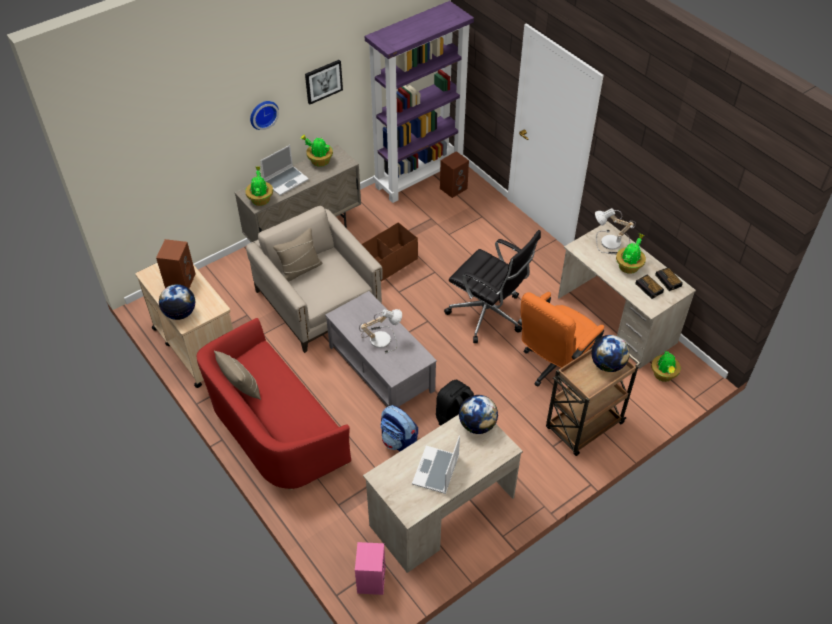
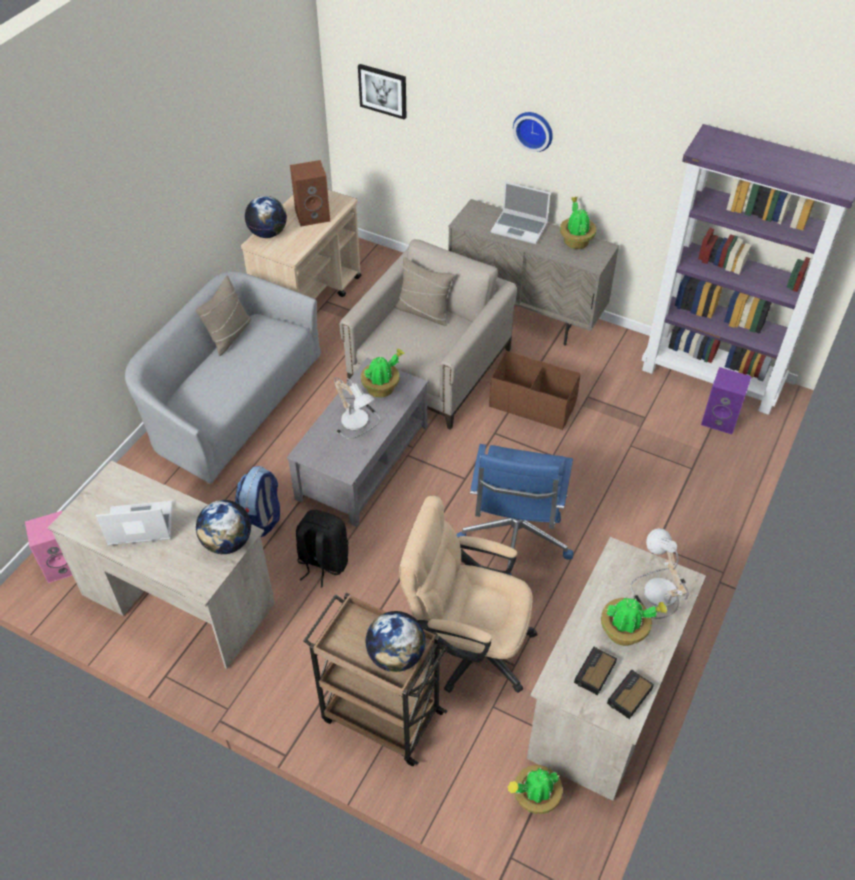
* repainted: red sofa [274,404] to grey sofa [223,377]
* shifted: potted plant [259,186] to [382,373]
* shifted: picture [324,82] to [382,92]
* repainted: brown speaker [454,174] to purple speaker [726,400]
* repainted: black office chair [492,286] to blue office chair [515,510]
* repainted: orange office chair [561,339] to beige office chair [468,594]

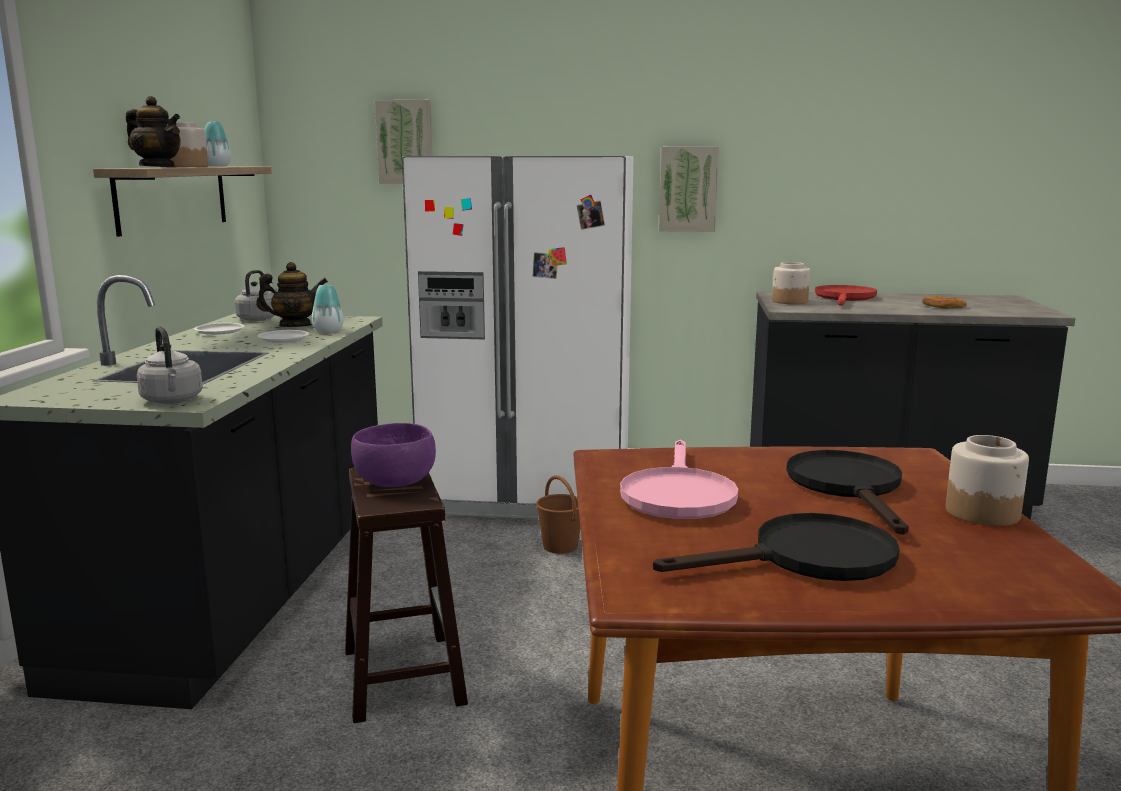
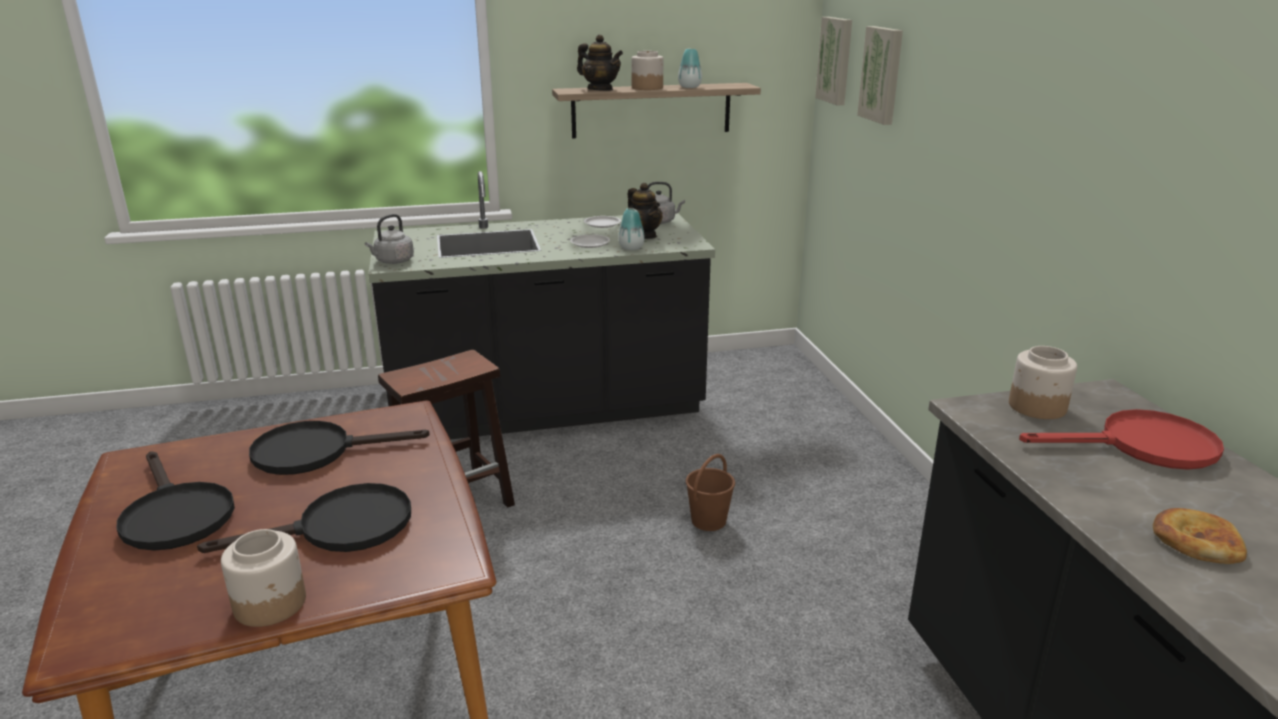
* rotated: teapot [153,131] = [600,62] 60 degrees counterclockwise
* gone: purple bowl [393,455]
* gone: white fridge [517,337]
* repainted: pink frying pan [679,479] to black frying pan [339,448]
* shifted: picture [689,189] to [833,61]

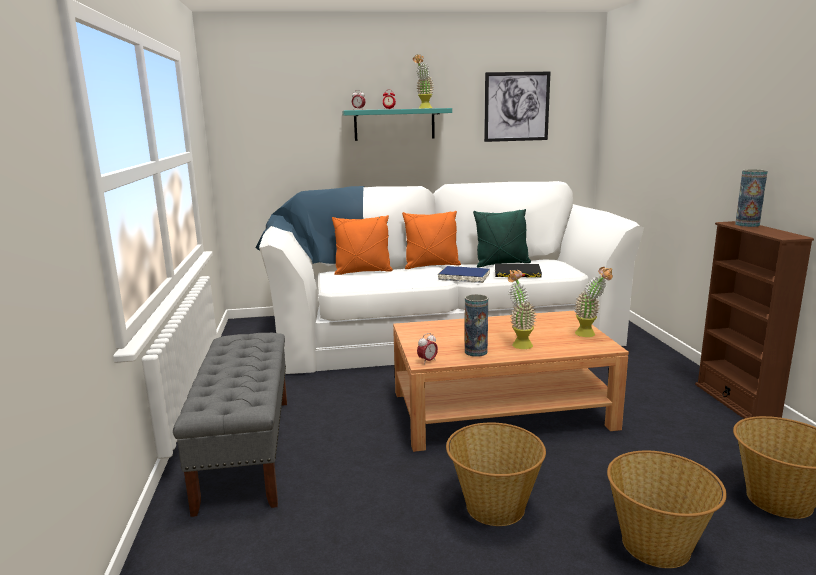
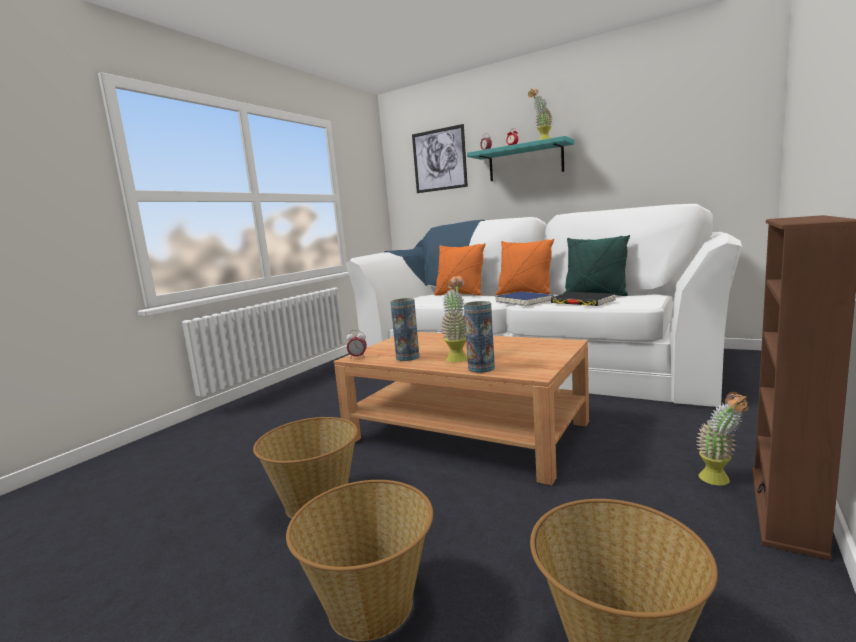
* gone: grey bench [230,425]
* shifted: picture [517,107] to [440,158]
* shifted: potted plant [594,302] to [723,438]
* shifted: vase [751,198] to [479,337]

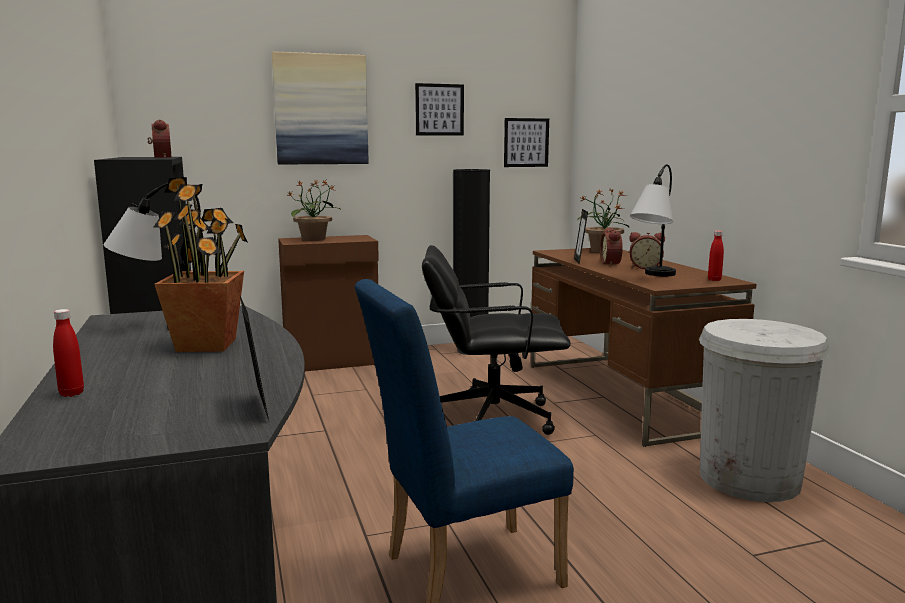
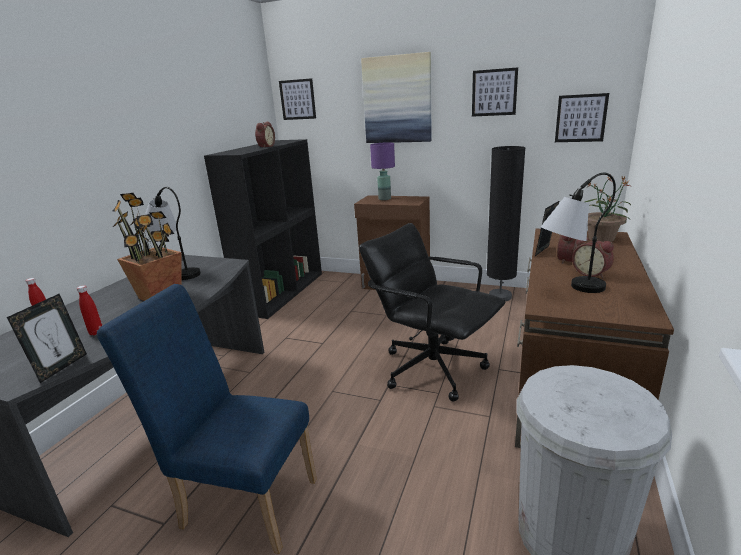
* swapped: potted plant [314,210] to purple table lamp [382,171]
* shifted: red bottle [716,256] to [89,310]
* new: picture [297,99]

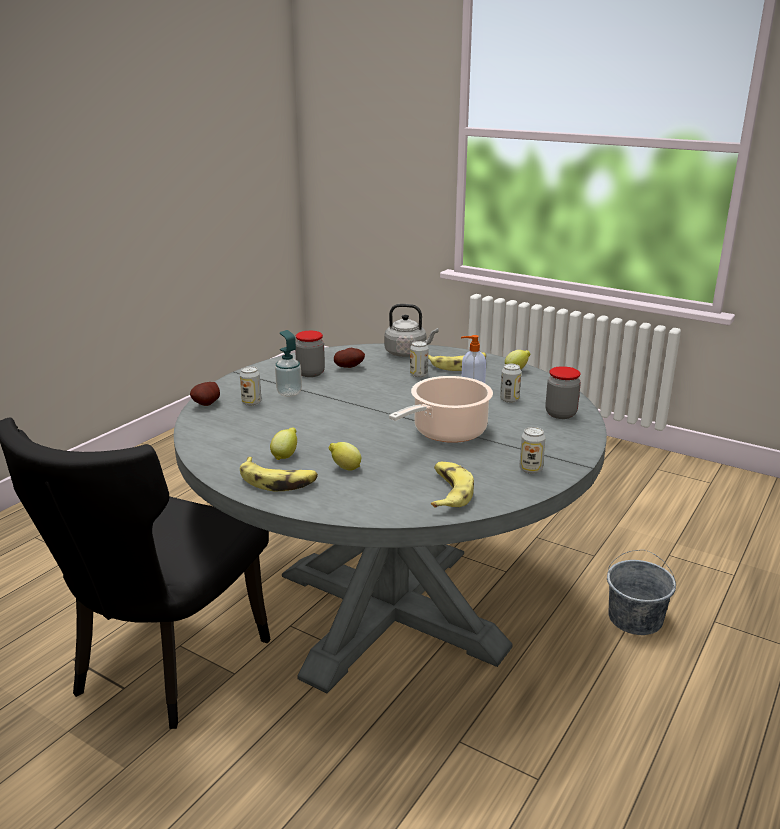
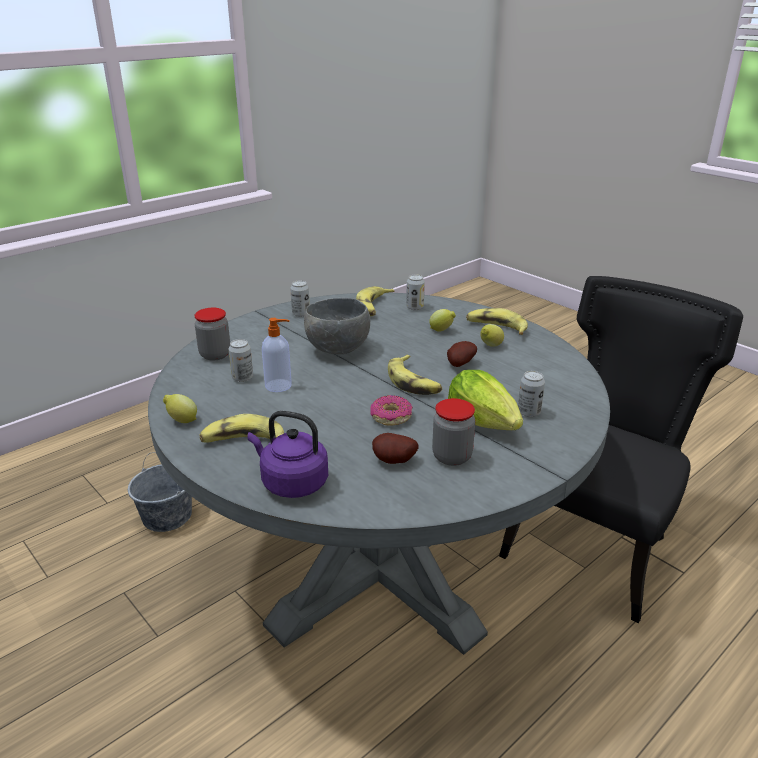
* shifted: potato [205,394] to [462,354]
* swapped: soap dispenser [288,363] to lettuce [485,400]
* repainted: grey kettle [411,330] to purple kettle [288,454]
* swapped: cooking pot [441,409] to grey bowl [337,326]
* shifted: can [419,359] to [415,292]
* new: donut [391,410]
* new: banana [415,375]

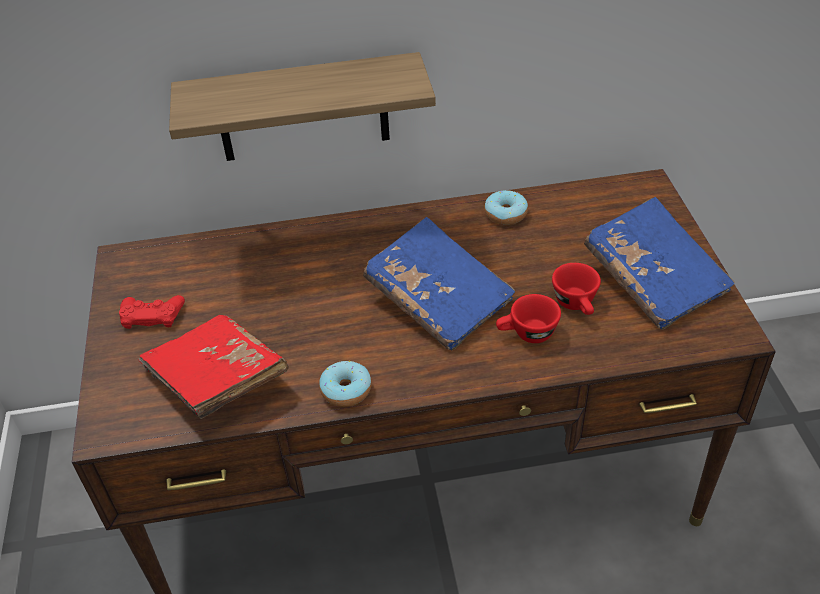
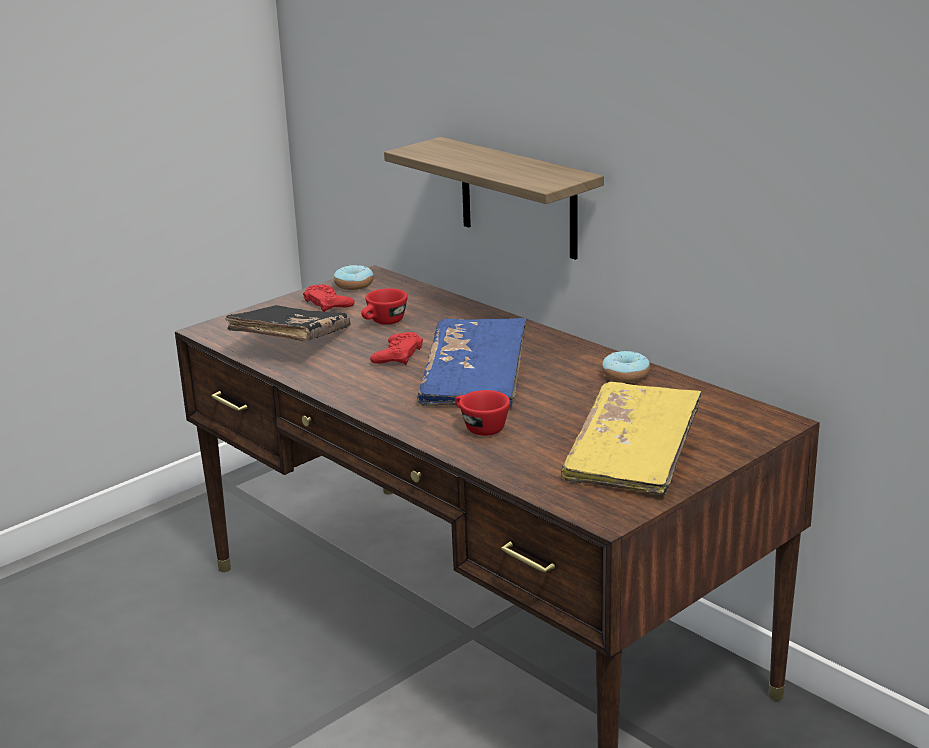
* repainted: red book [213,367] to black book [288,323]
* shifted: donut [345,384] to [353,277]
* shifted: red cup [576,289] to [384,306]
* repainted: blue book [659,263] to yellow book [631,438]
* new: red game controller [396,348]

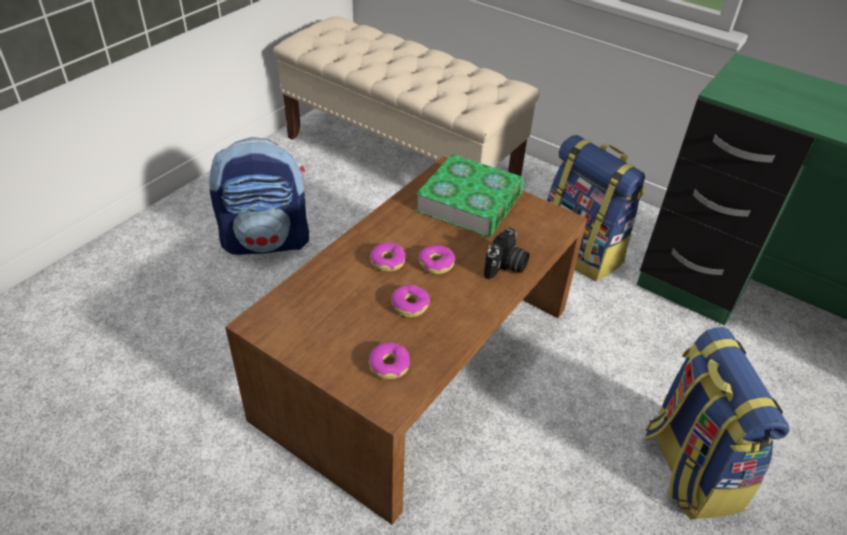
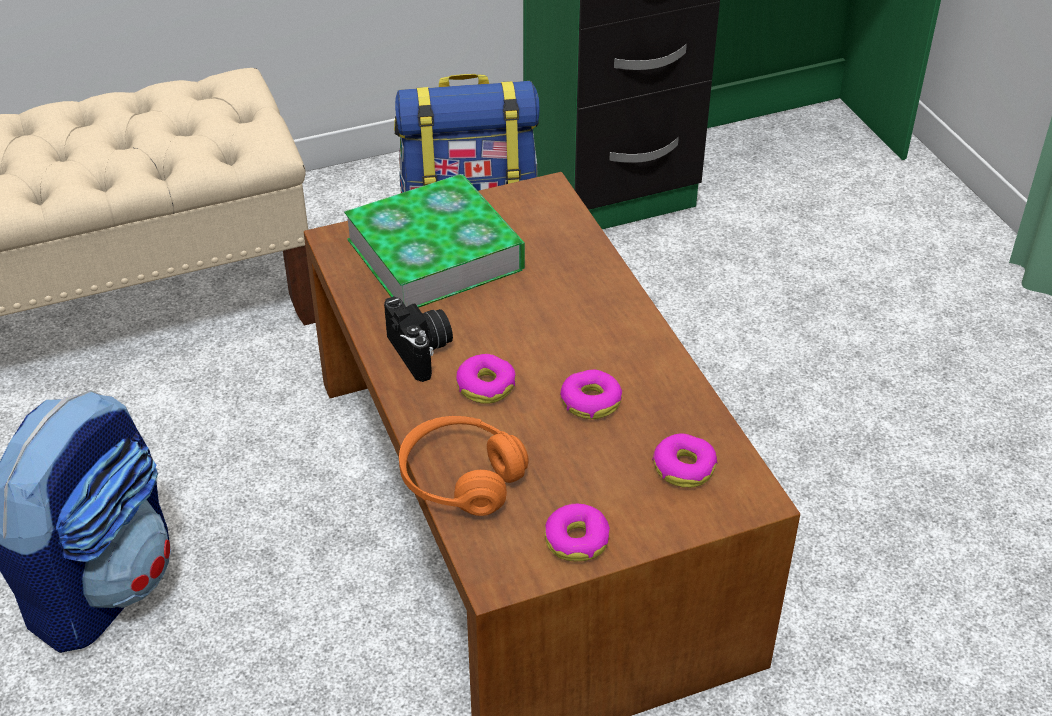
* shifted: donut [437,259] to [577,532]
* shifted: photo camera [507,253] to [418,339]
* gone: backpack [717,423]
* new: orange headphones [464,466]

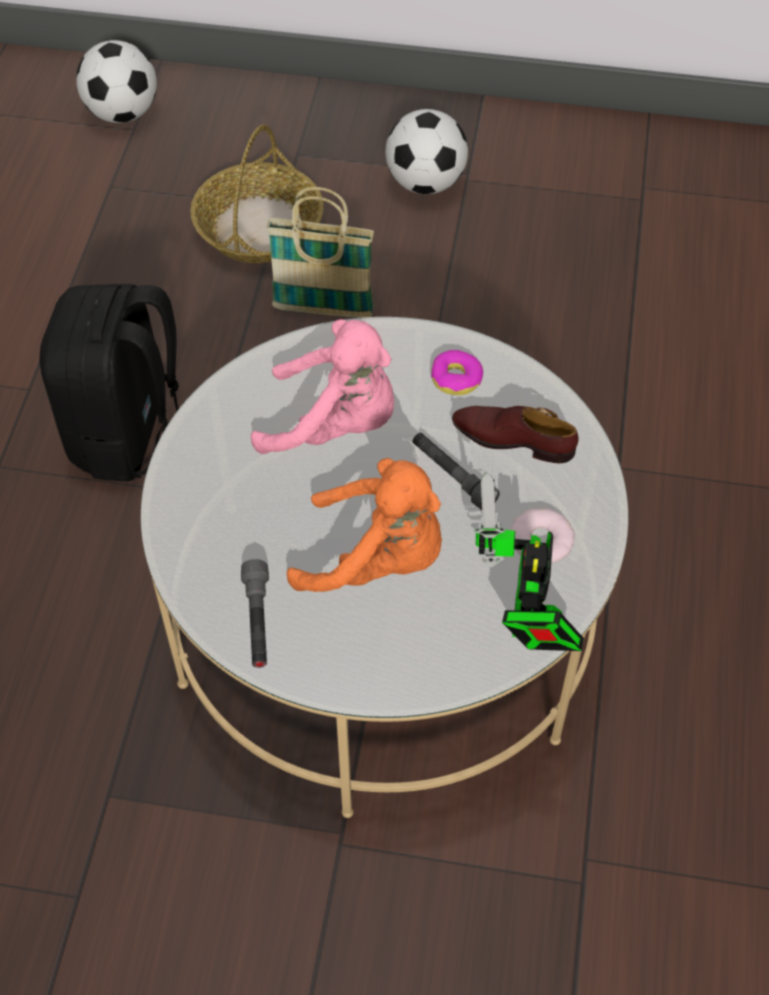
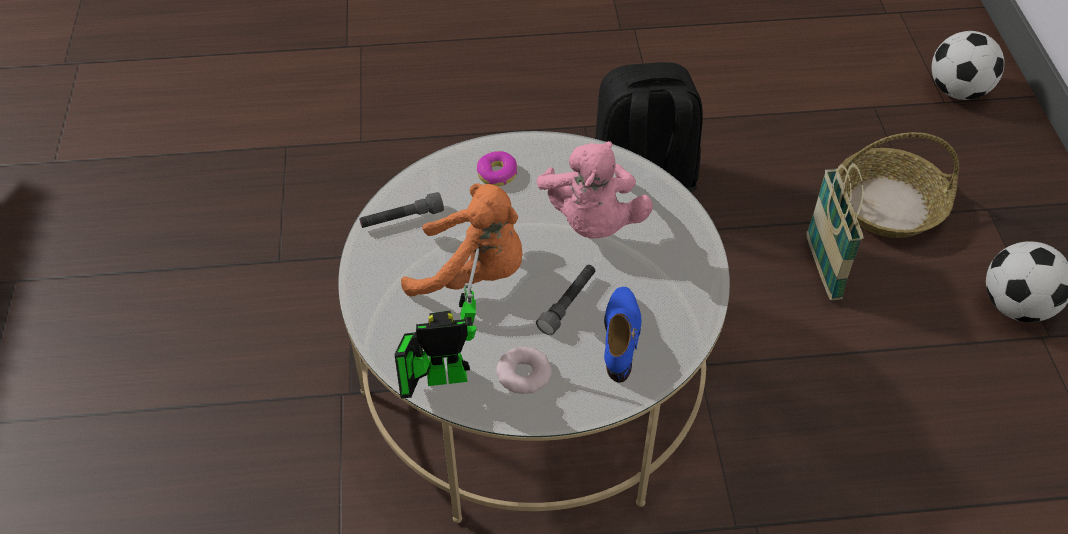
* rotated: orange plush toy [364,525] = [462,240] 75 degrees counterclockwise
* shifted: donut [457,372] to [497,168]
* repainted: brown shoe [515,434] to blue shoe [623,335]

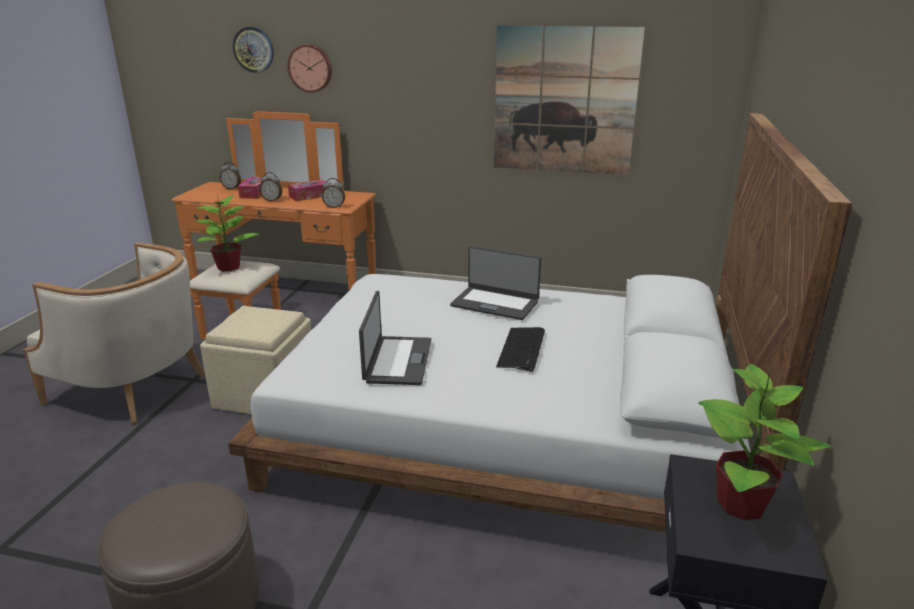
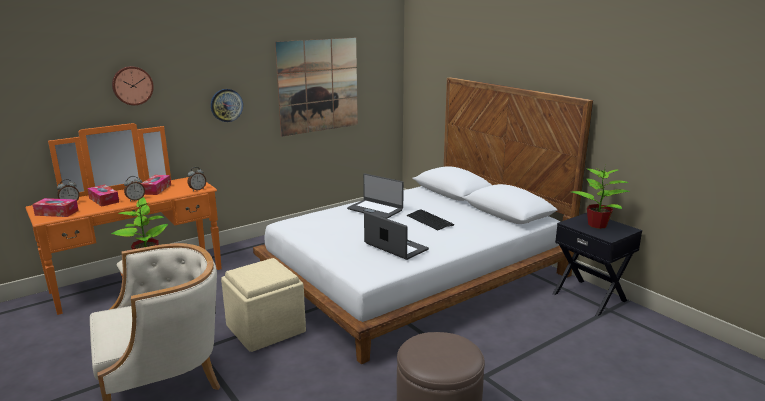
* shifted: wall clock [253,50] to [227,105]
* rotated: laptop [495,283] = [375,196] 60 degrees clockwise
* new: tissue box [55,207]

